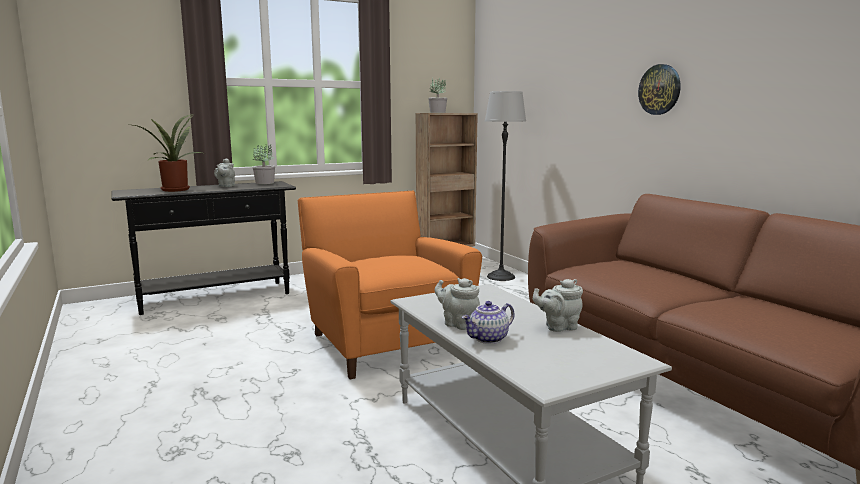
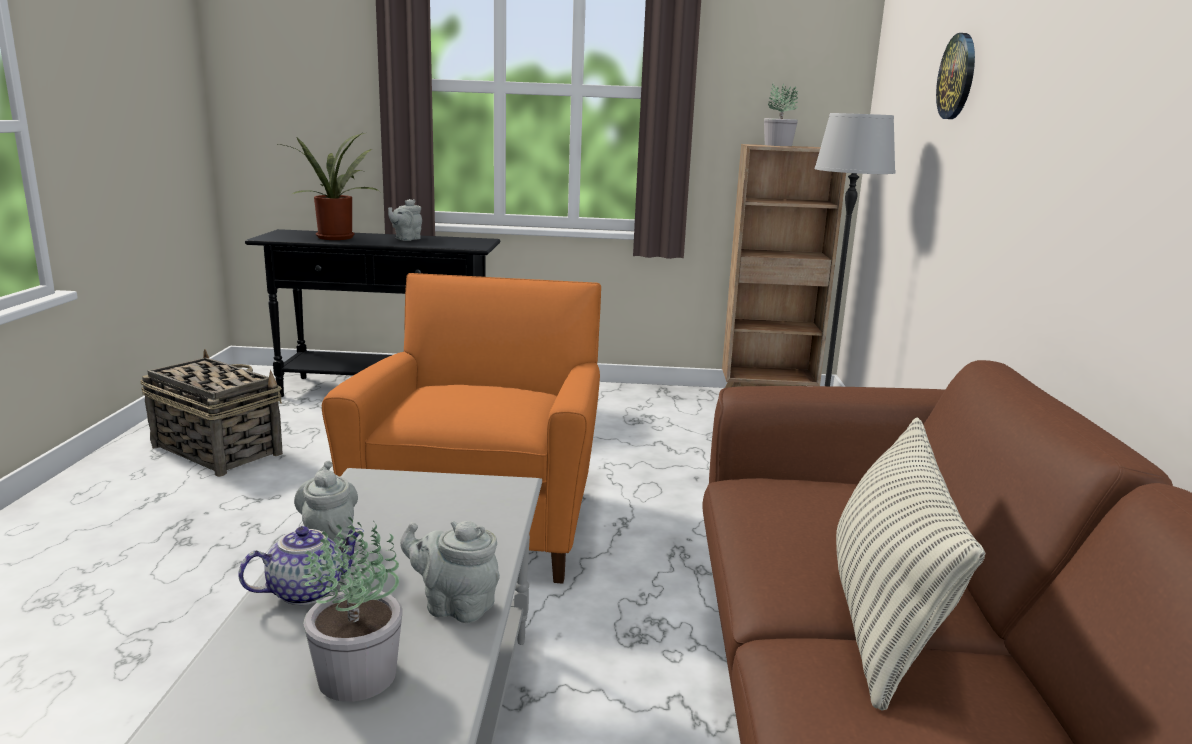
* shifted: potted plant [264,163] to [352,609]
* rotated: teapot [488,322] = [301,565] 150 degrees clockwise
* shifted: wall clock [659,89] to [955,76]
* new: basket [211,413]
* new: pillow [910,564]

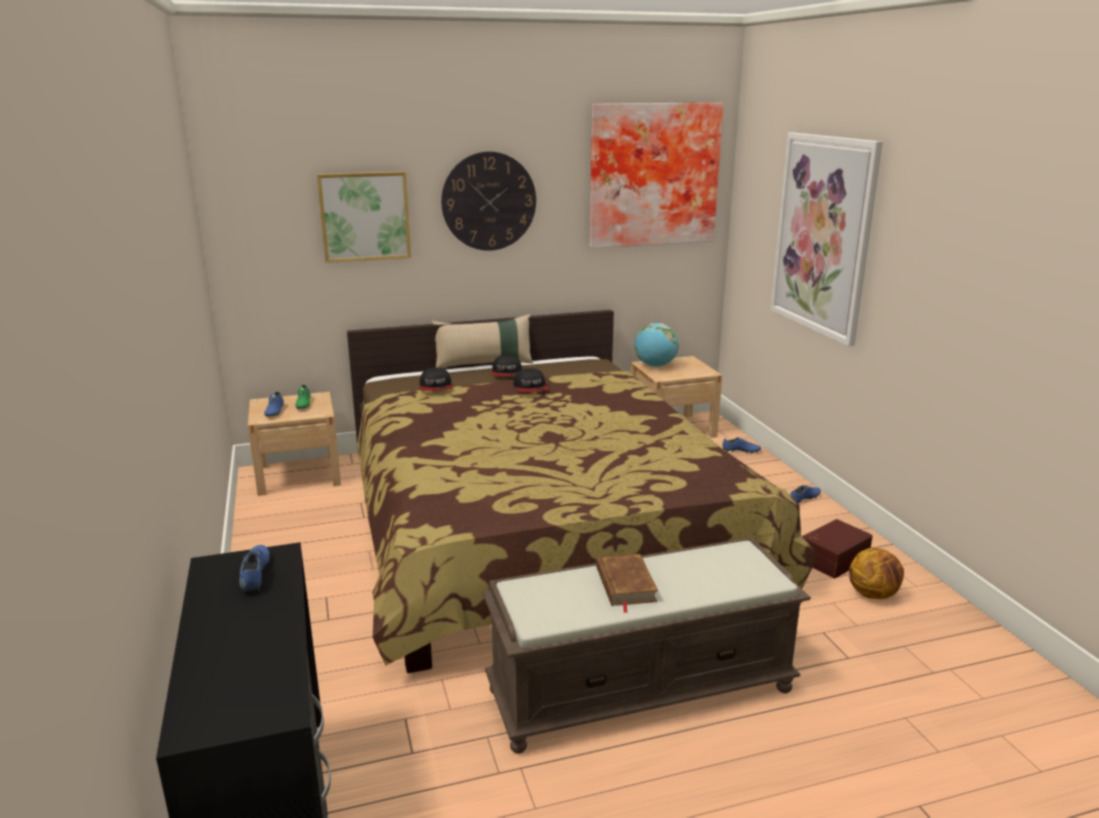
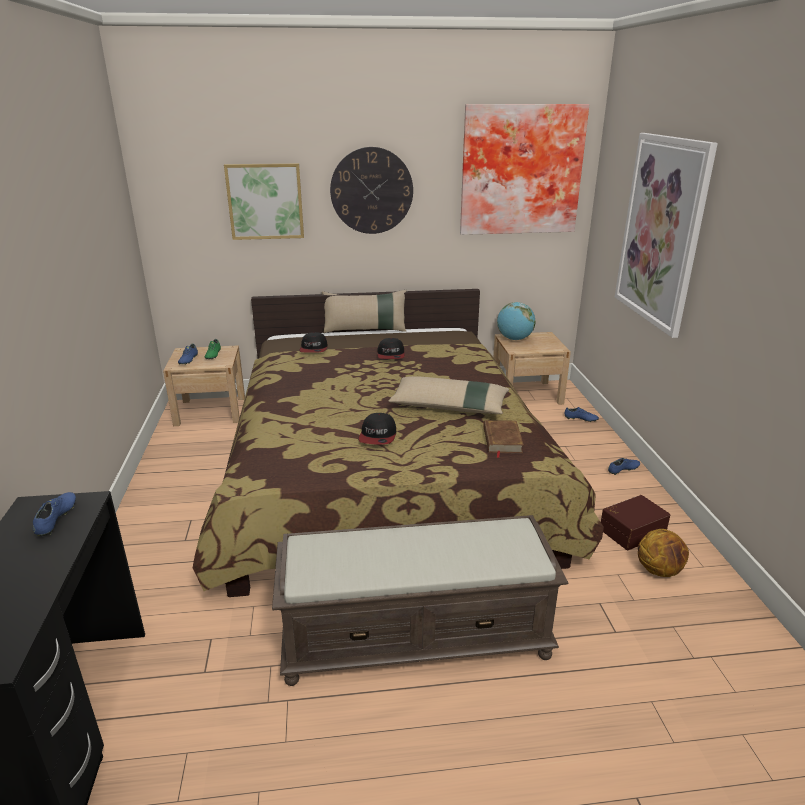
* shifted: cap [507,365] to [377,429]
* shifted: brown book [627,583] to [503,439]
* new: beige pillow [448,395]

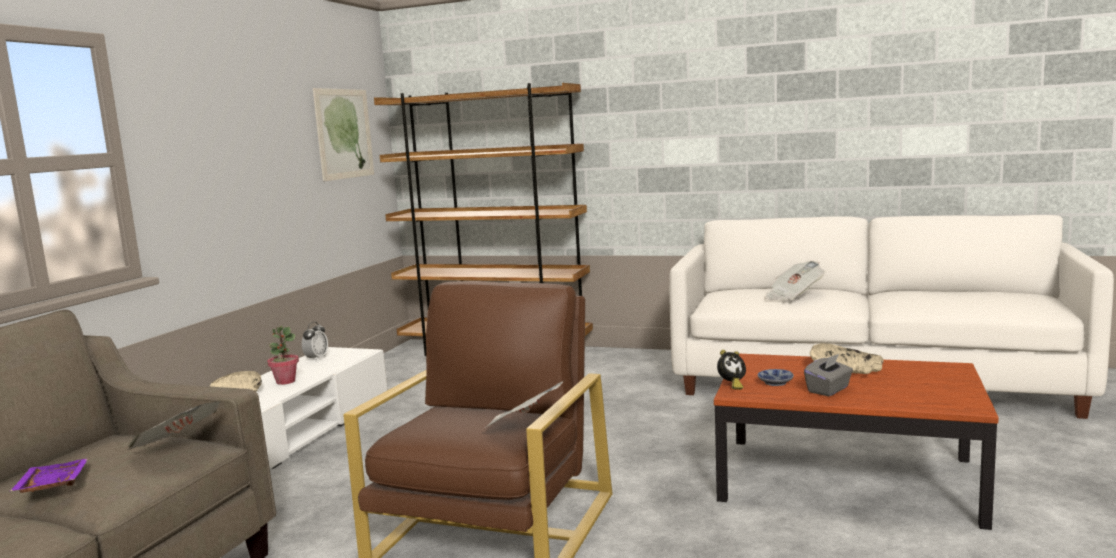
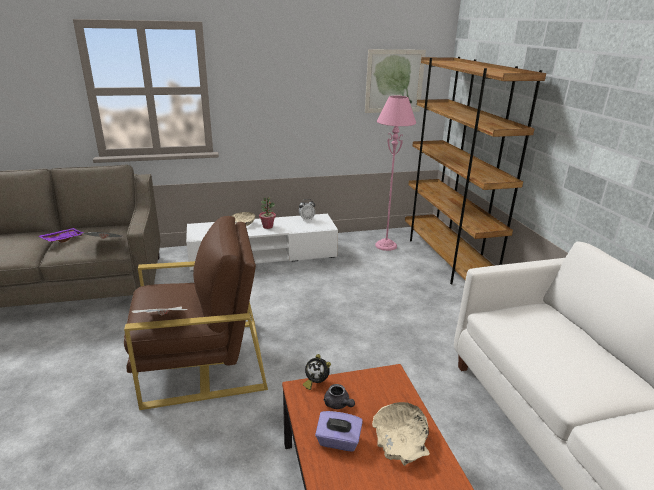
* swapped: bowl [775,377] to grey teapot [339,396]
* gone: newspaper [794,280]
* repainted: grey tissue box [828,375] to purple tissue box [339,431]
* new: pink floor lamp [395,173]

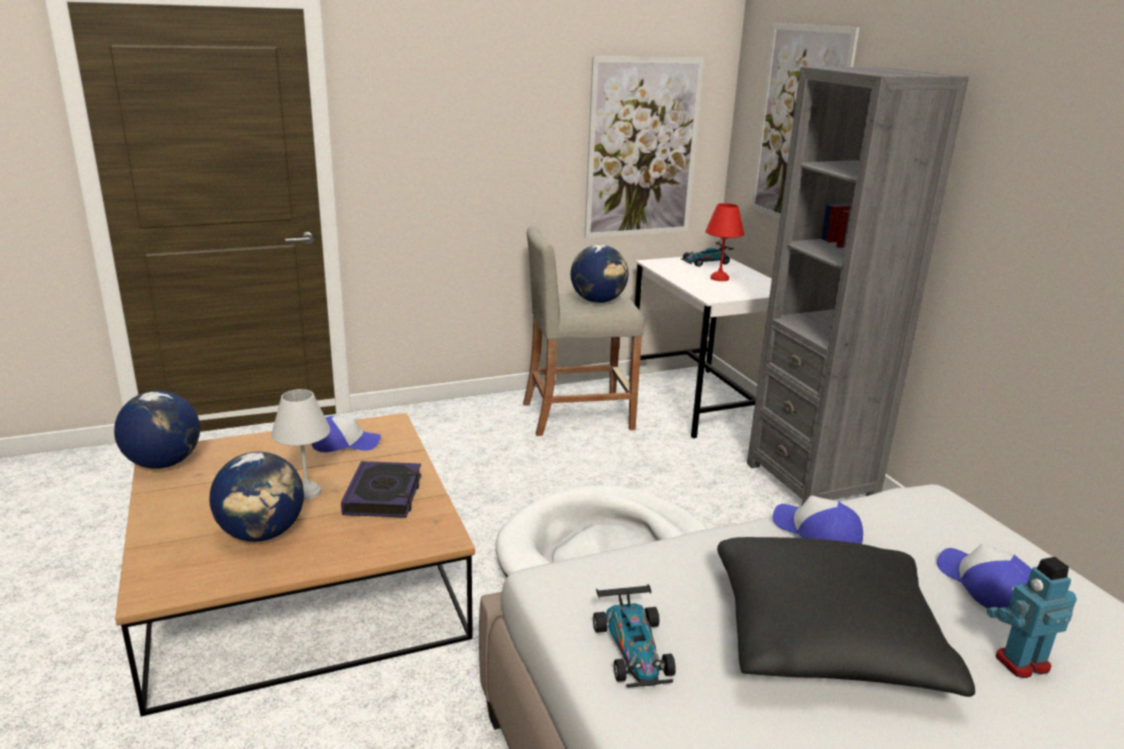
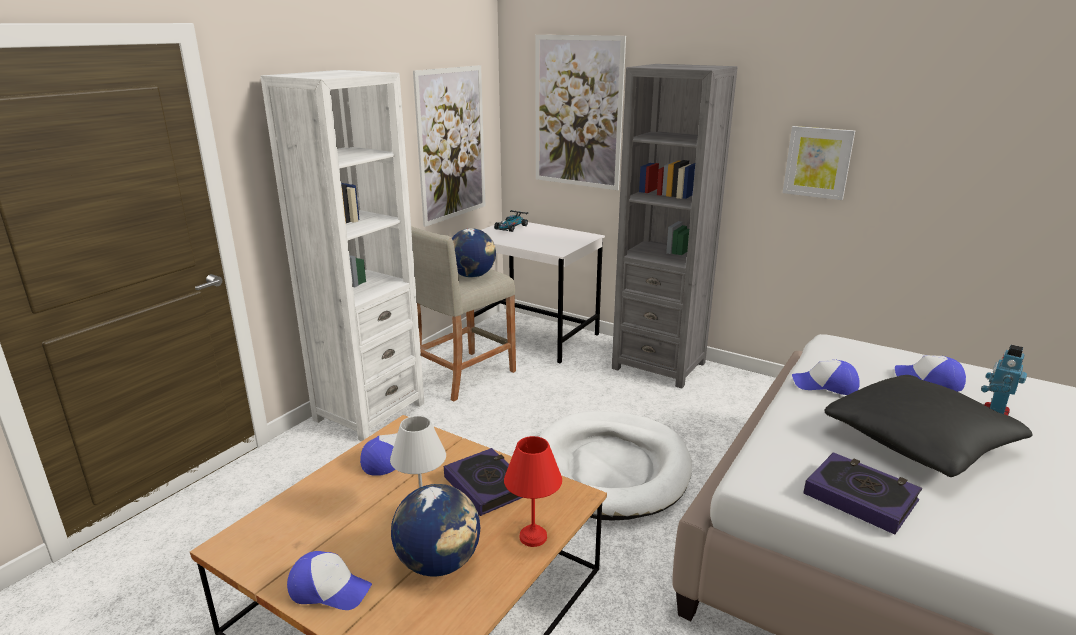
* gone: globe [157,430]
* swapped: toy car [634,636] to book [862,493]
* shifted: red table lamp [724,242] to [533,491]
* new: white bookcase [342,255]
* new: cap [329,580]
* new: picture [819,163]

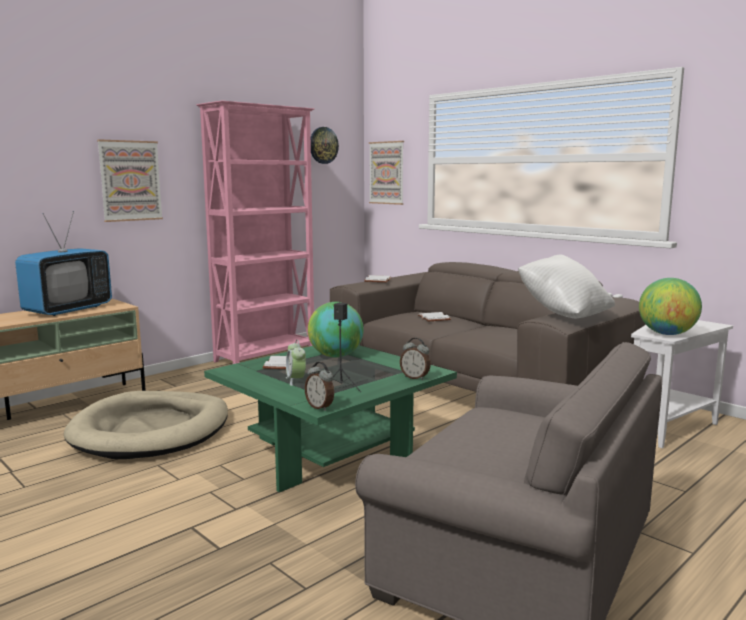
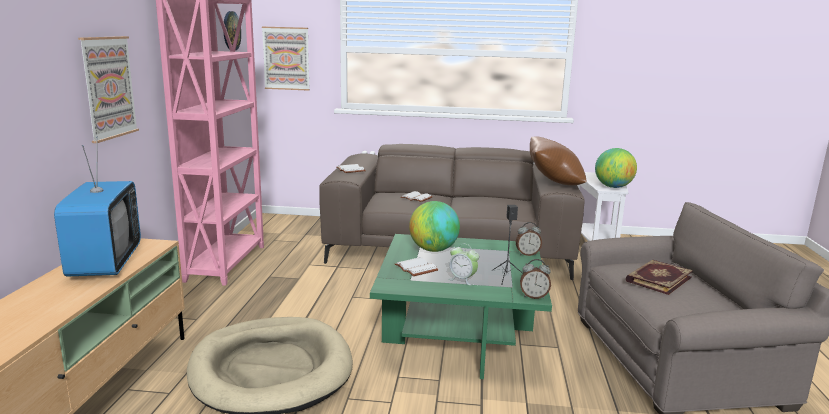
* repainted: white pillow [566,286] to brown pillow [558,161]
* new: book [659,277]

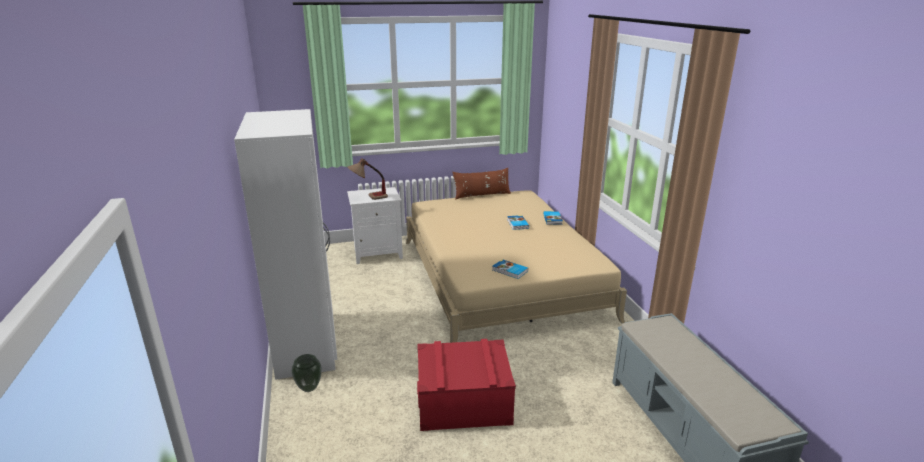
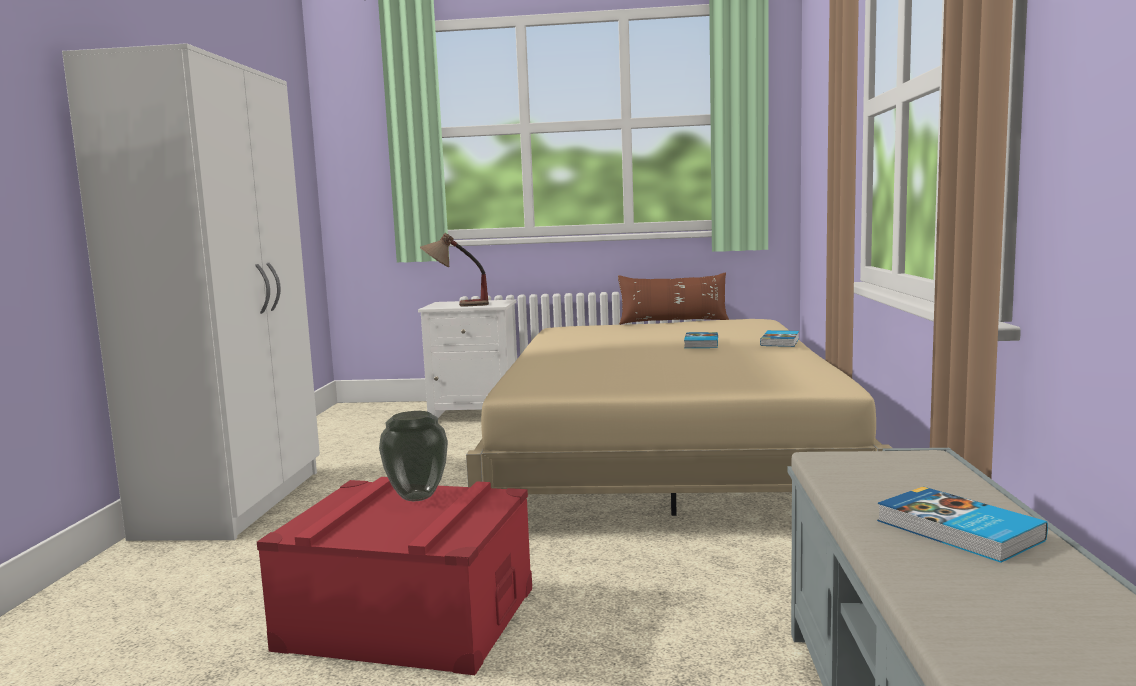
* shifted: vase [307,373] to [413,456]
* shifted: book [510,269] to [962,525]

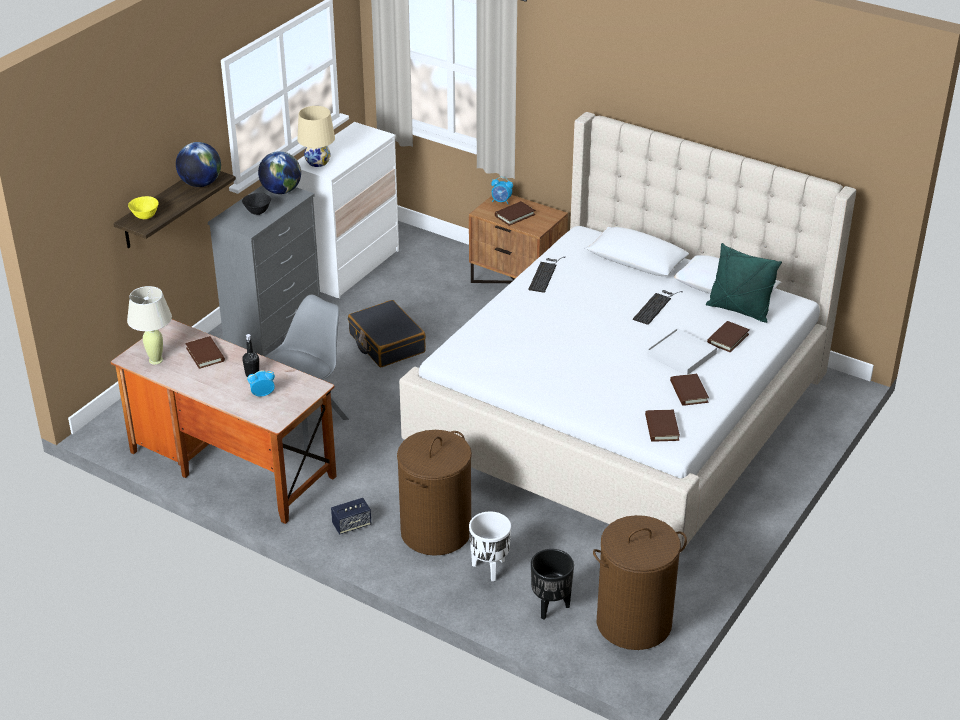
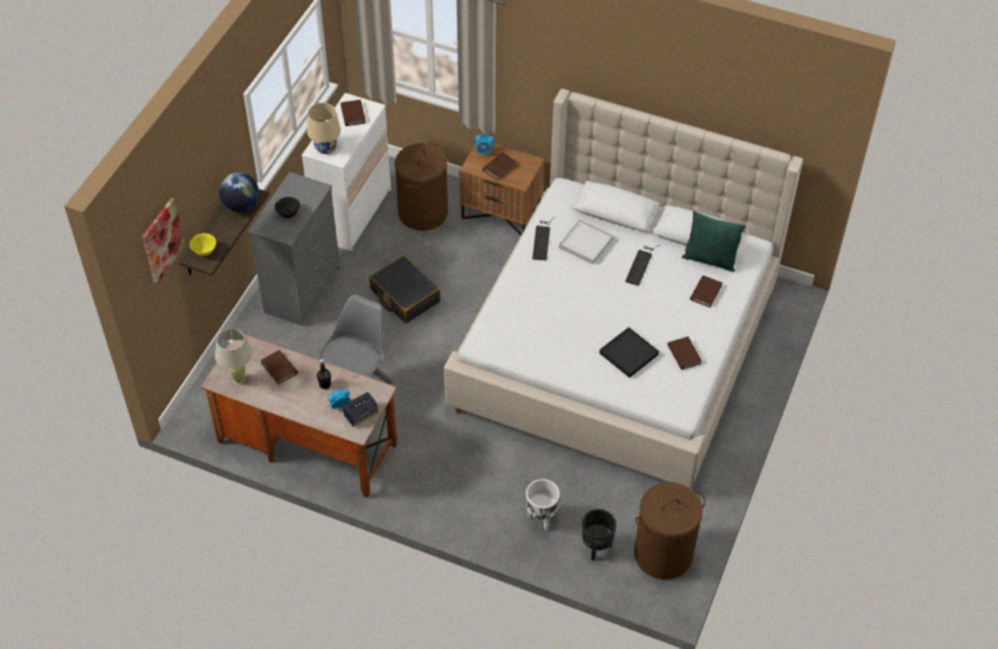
* gone: globe [279,172]
* shifted: speaker [351,516] to [360,409]
* shifted: brown laundry basket [434,493] to [421,186]
* shifted: brown book [662,425] to [353,113]
* shifted: white tray [682,351] to [586,241]
* new: picture [163,241]
* new: black tray [629,352]

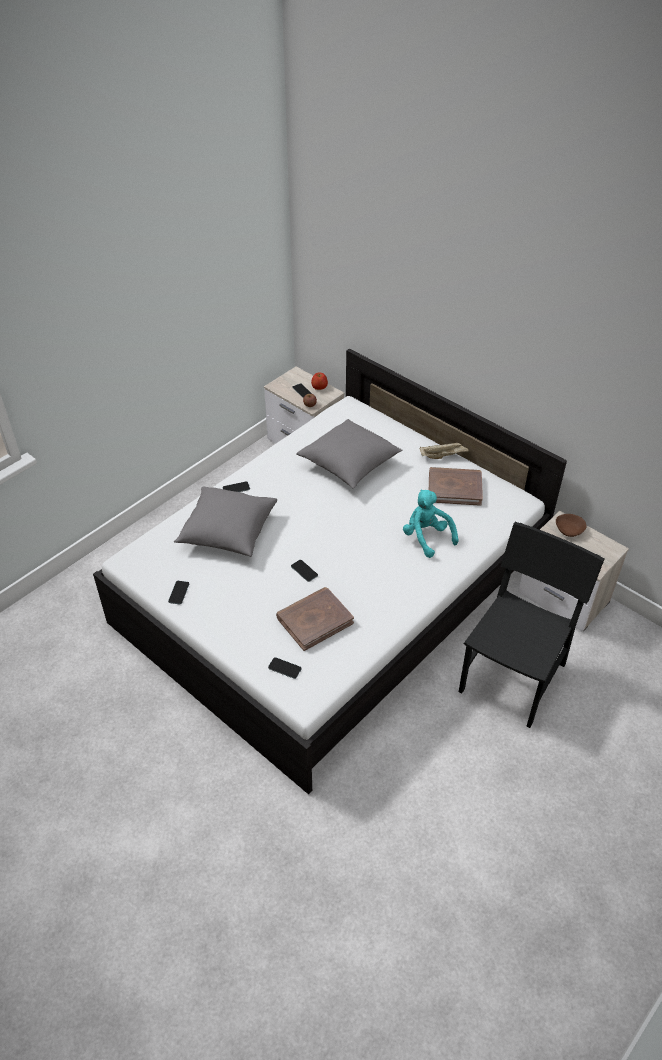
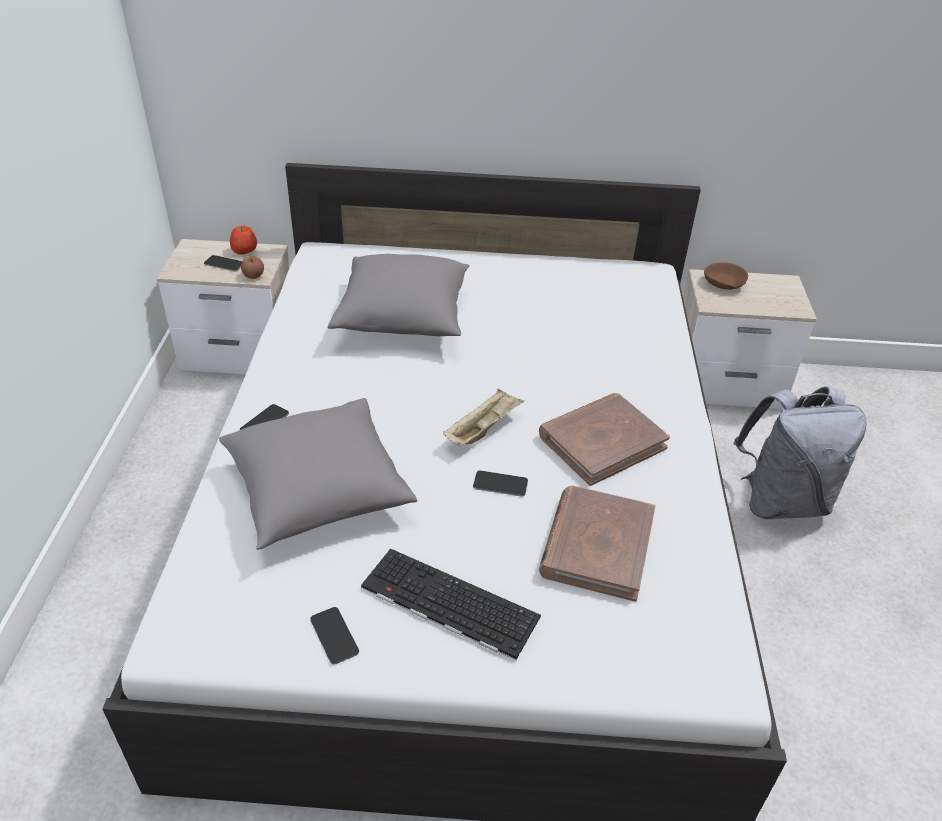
* gone: phone [285,668]
* gone: turquoise plush toy [431,523]
* shifted: beige tray [444,451] to [483,417]
* shifted: brown book [456,486] to [604,439]
* swapped: black chair [532,625] to grey backpack [800,452]
* new: keyboard [451,604]

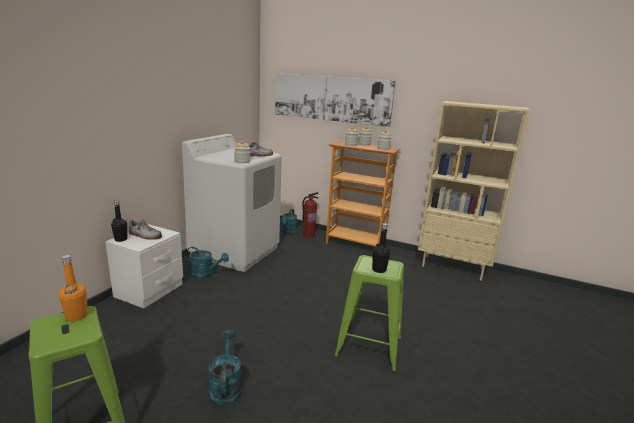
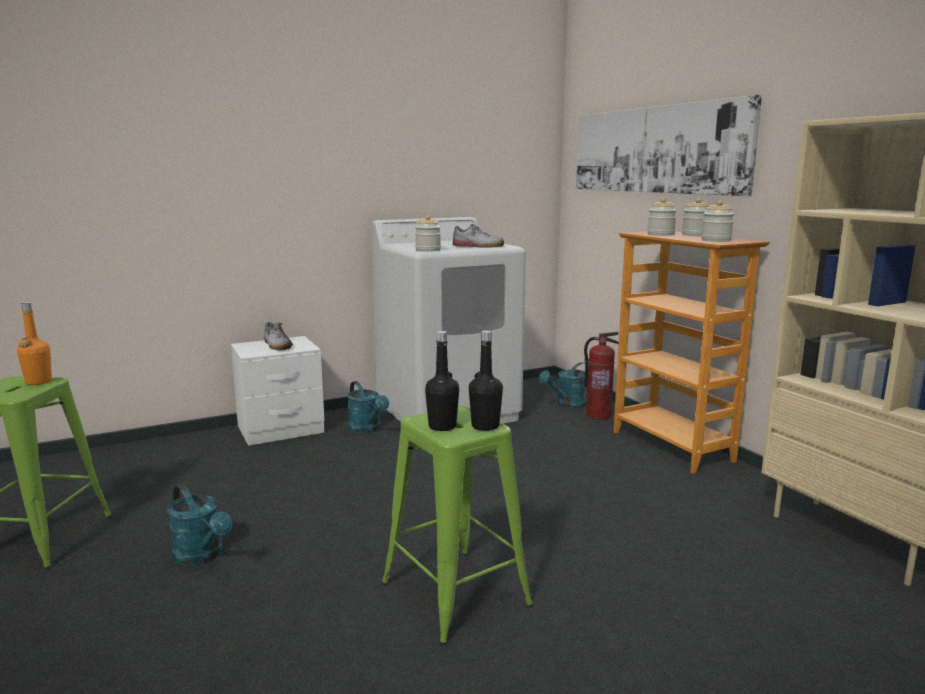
* shifted: black bottle [119,221] to [486,380]
* rotated: turquoise watering can [225,368] = [199,524] 105 degrees clockwise

